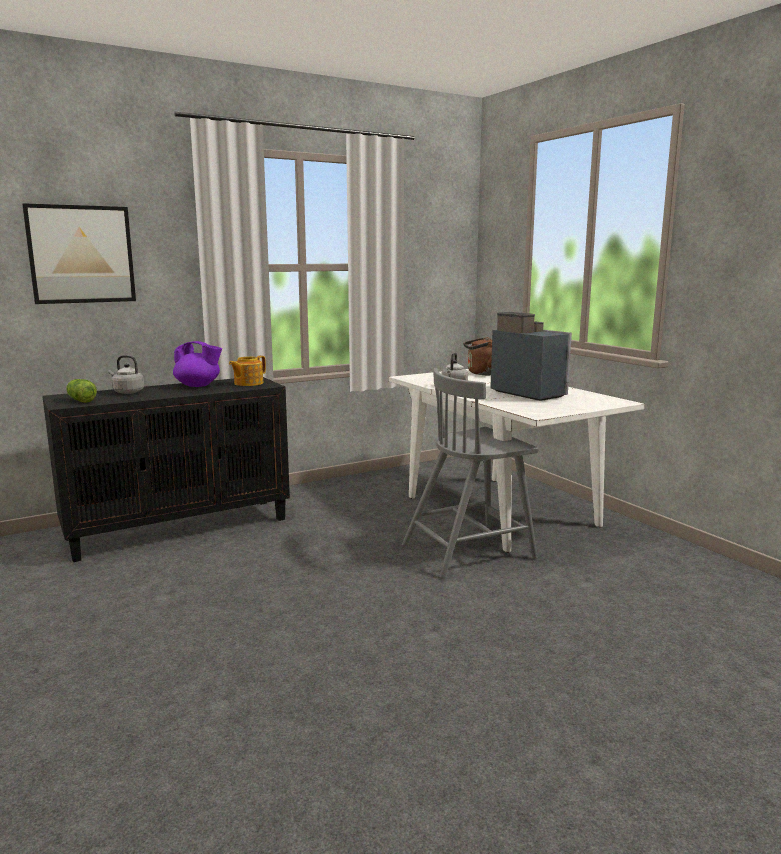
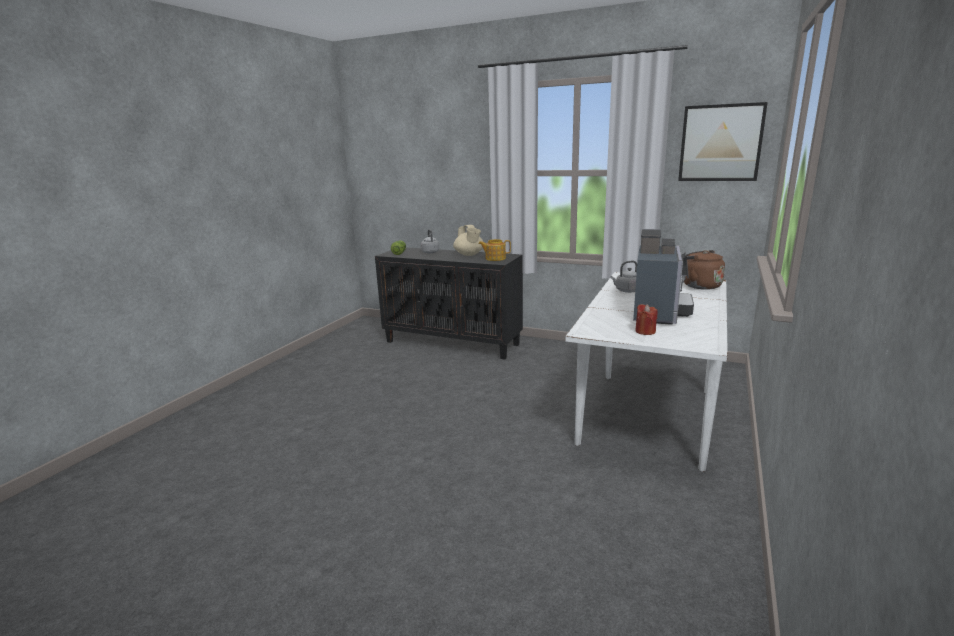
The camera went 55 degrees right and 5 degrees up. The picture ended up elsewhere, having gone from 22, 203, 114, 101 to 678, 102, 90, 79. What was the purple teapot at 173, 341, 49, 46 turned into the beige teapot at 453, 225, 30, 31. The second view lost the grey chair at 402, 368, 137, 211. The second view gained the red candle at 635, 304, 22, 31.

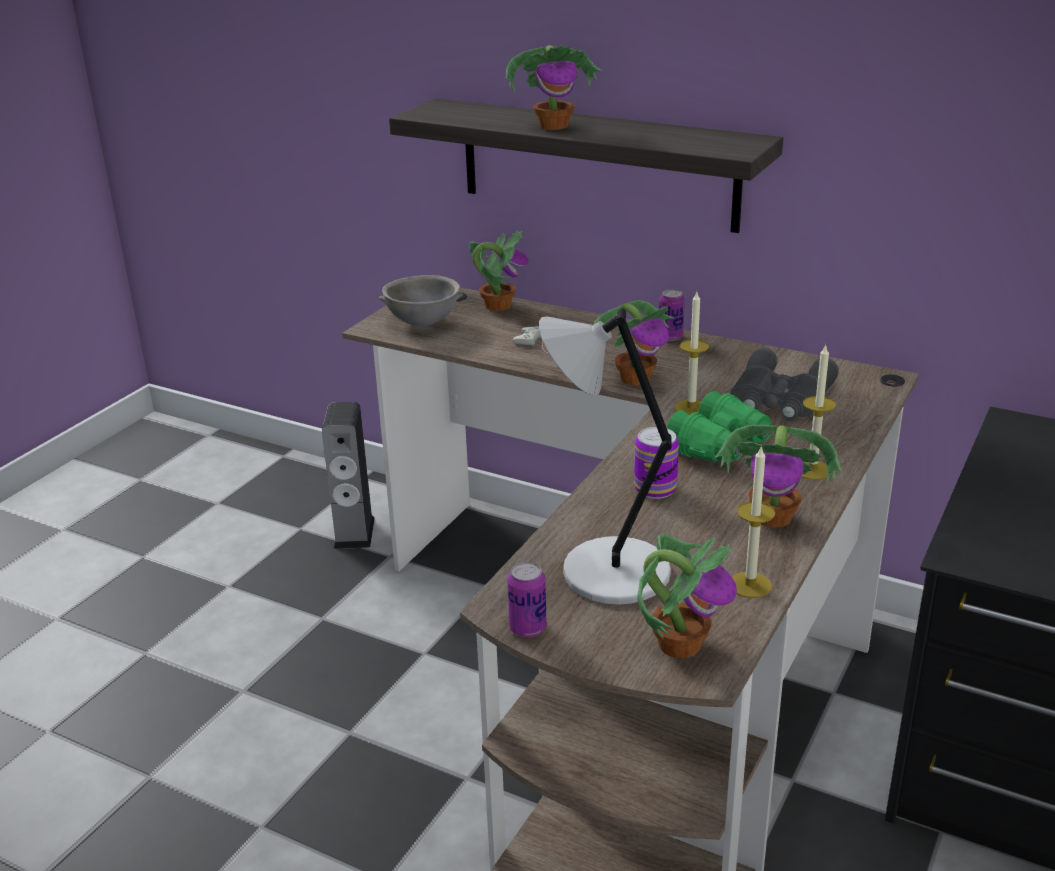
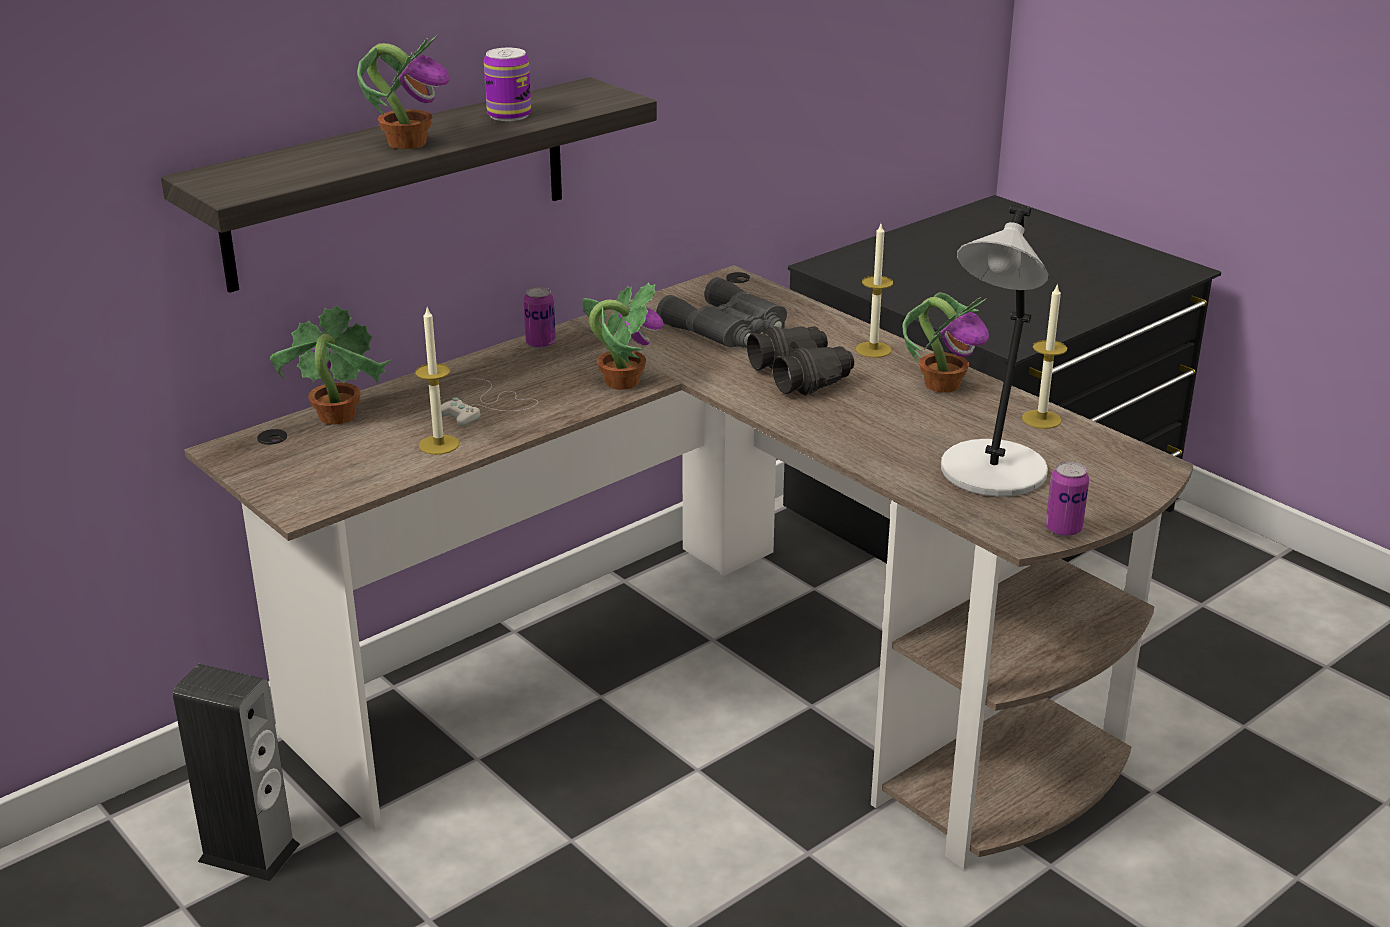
The camera went 70 degrees left and 0 degrees up. The second view lost the grey bowl at 379, 275, 84, 51. The candle ended up elsewhere, having gone from 675, 292, 34, 123 to 415, 308, 44, 147. What was the green binoculars at 667, 391, 106, 72 turned into the black binoculars at 747, 326, 107, 70. The can ended up elsewhere, having gone from 634, 427, 45, 72 to 484, 48, 47, 73. The second view lost the potted plant at 637, 534, 100, 124.

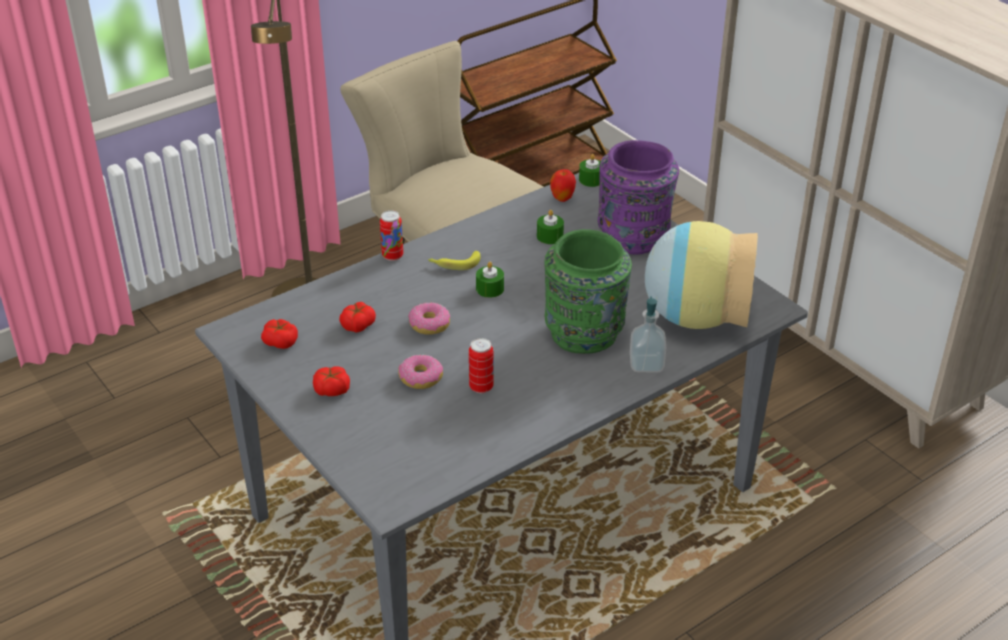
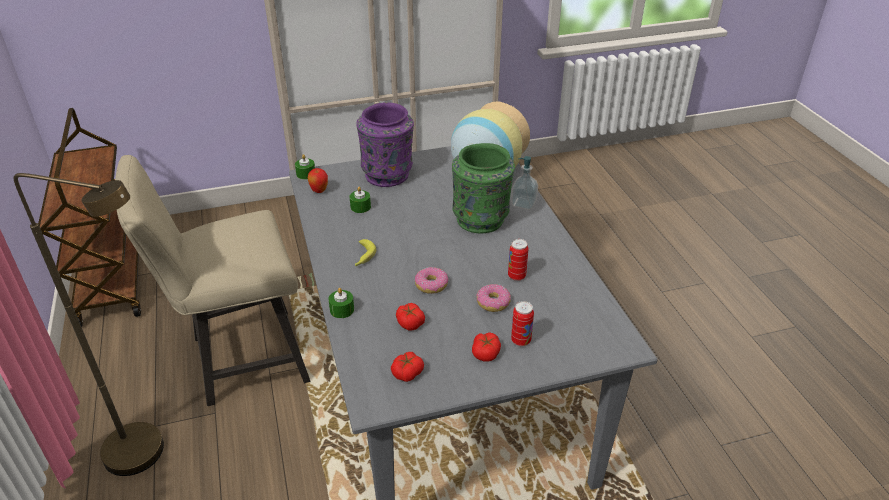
The camera went 70 degrees left and 0 degrees up. The can ended up elsewhere, having gone from 380, 210, 23, 51 to 511, 301, 23, 45. The green candle ended up elsewhere, having gone from 476, 262, 28, 36 to 329, 288, 25, 30.

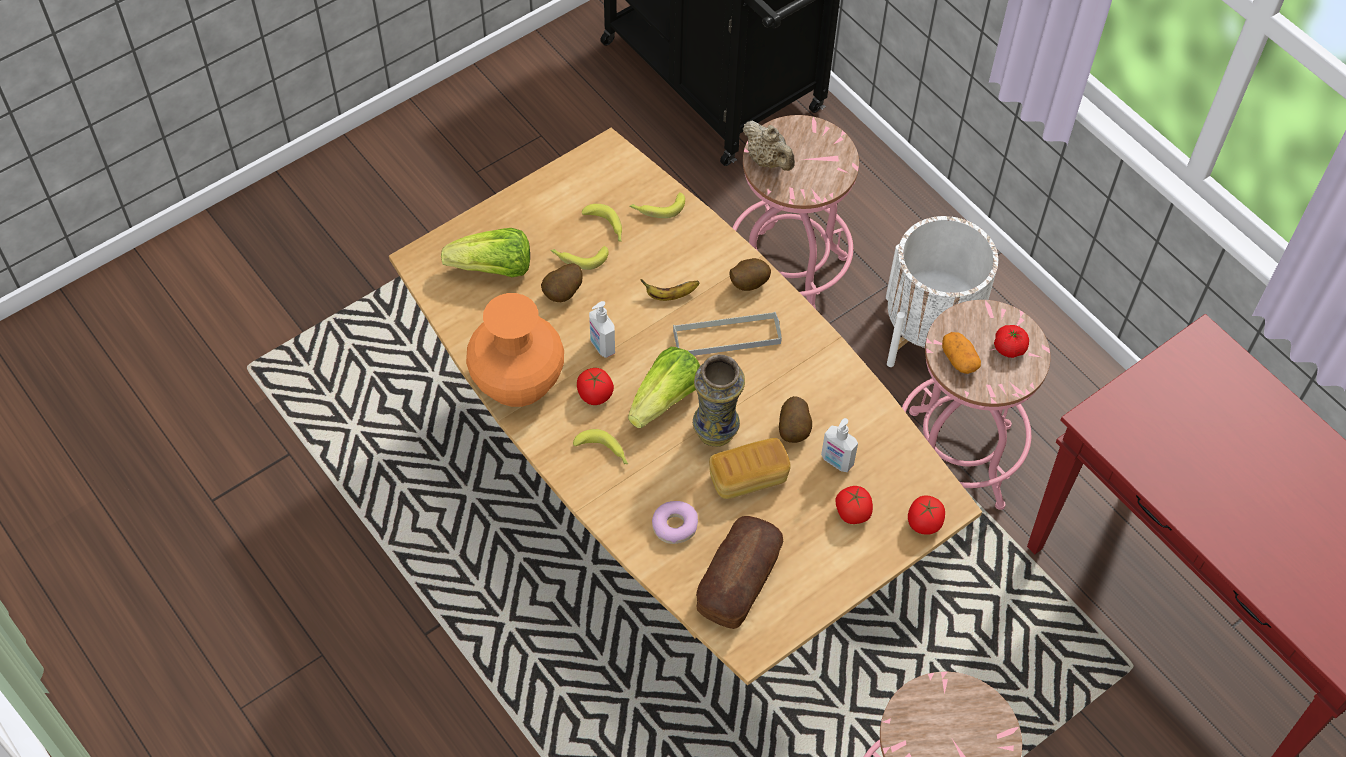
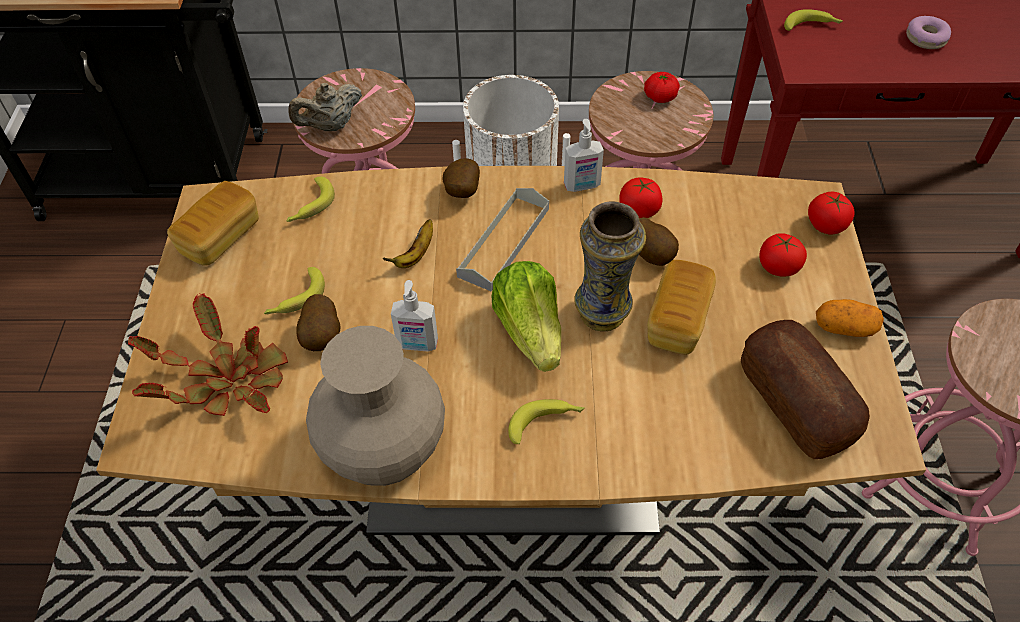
The camera went 50 degrees left and 5 degrees down. The beige teapot at 743, 120, 52, 51 ended up facing another way, 150 degrees clockwise from before. The banana ended up elsewhere, having gone from 582, 204, 40, 38 to 784, 9, 59, 22. Where the lettuce stood at 441, 228, 89, 49, the potted plant came to stand at 128, 293, 160, 123. What was the orange vase at 466, 293, 98, 114 turned into the beige vase at 306, 326, 139, 160. The potato ended up elsewhere, having gone from 942, 332, 39, 42 to 816, 299, 68, 38. The tomato ended up elsewhere, having gone from 577, 368, 37, 37 to 619, 178, 44, 40. The soap dispenser ended up elsewhere, having gone from 821, 418, 37, 54 to 564, 119, 40, 73. The donut ended up elsewhere, having gone from 652, 501, 46, 43 to 906, 16, 45, 33. The second view gained the bread at 167, 181, 92, 85.

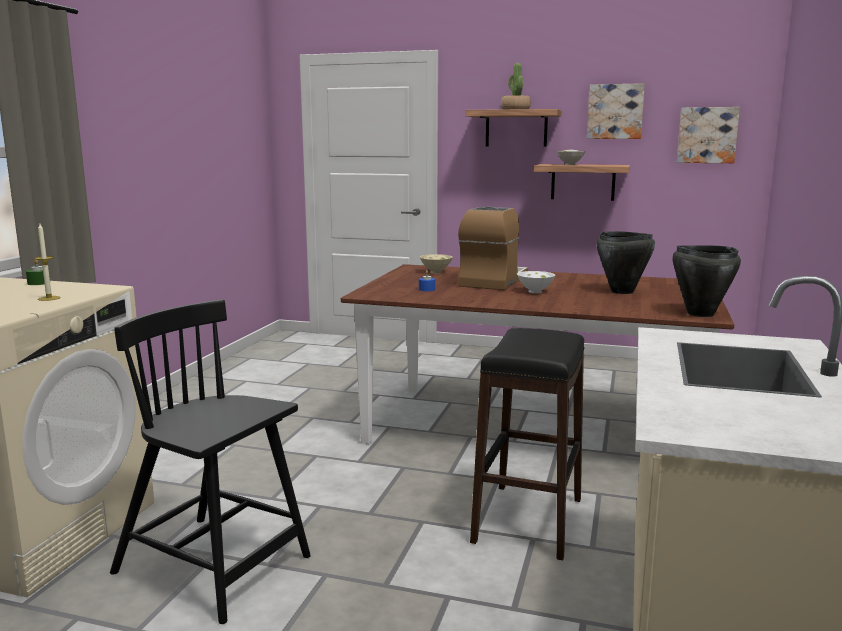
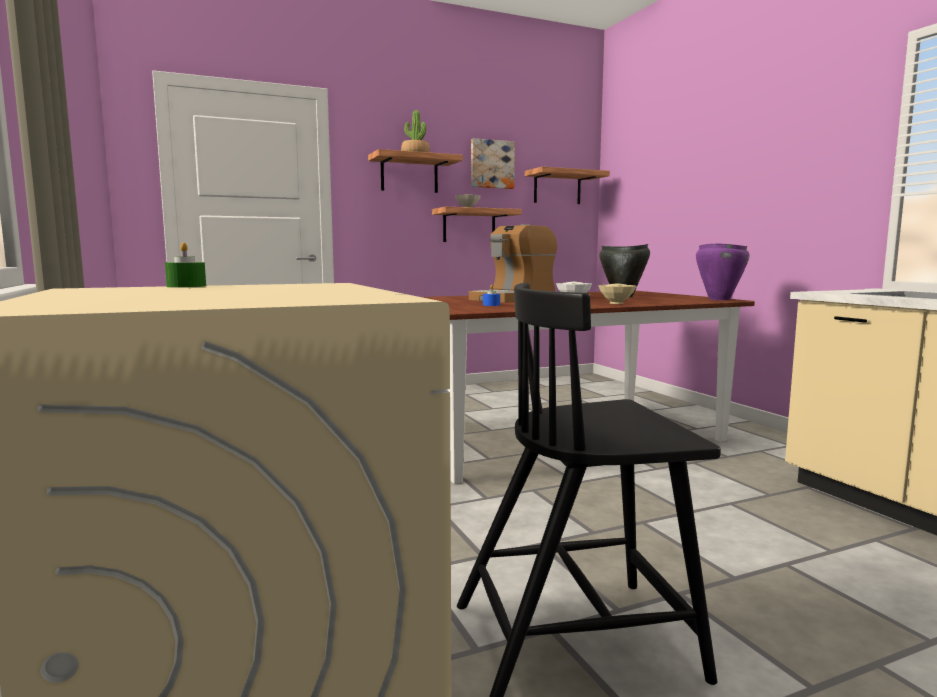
The camera went 40 degrees left and 5 degrees down. Where the picture hung at 677, 107, 63, 56, the shelf came to hang at 524, 167, 86, 37. The coffee machine at 458, 207, 70, 83 ended up facing another way, 120 degrees counterclockwise from before. The second view lost the candle at 34, 224, 27, 77. What was the black cooking pot at 673, 245, 68, 72 turned into the purple cooking pot at 696, 243, 54, 57. The beige bowl ended up elsewhere, having gone from 420, 254, 33, 19 to 598, 283, 39, 21. The second view lost the black stool at 470, 328, 114, 232.

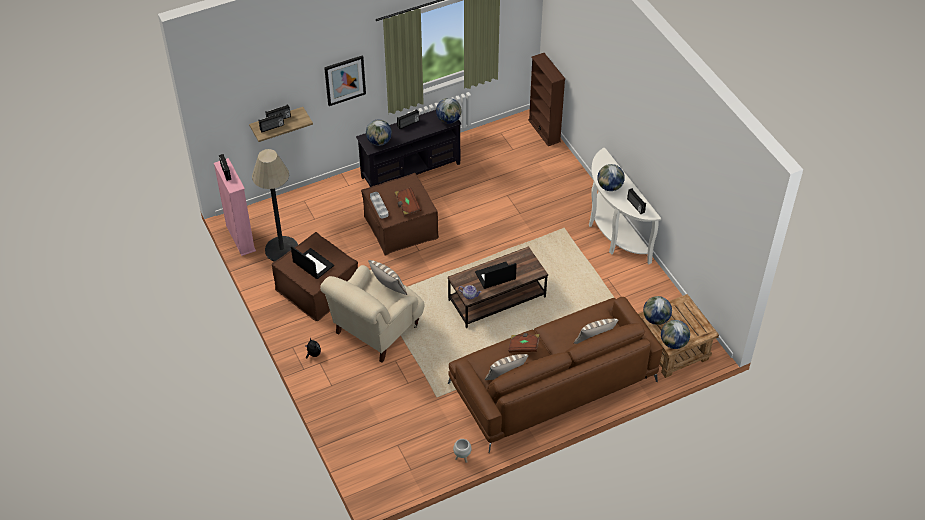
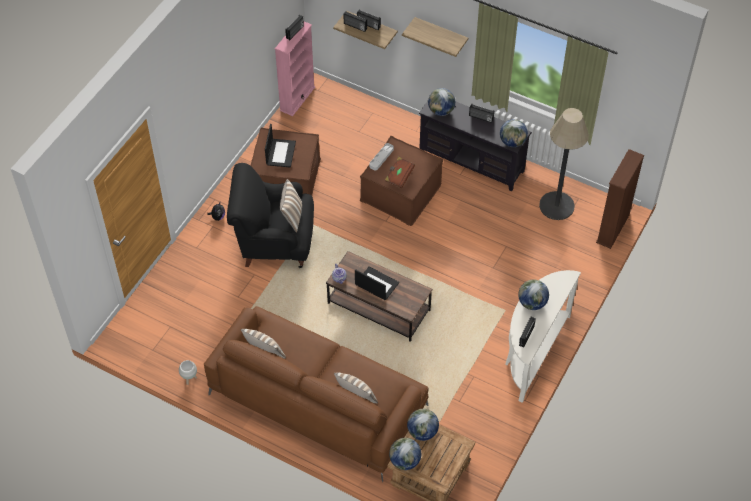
The camera went 55 degrees right and 5 degrees up. Where the picture hung at 324, 55, 42, 51, the shelf came to hang at 402, 17, 66, 40. The floor lamp ended up elsewhere, having gone from 252, 149, 46, 113 to 539, 108, 50, 112. What was the beige armchair at 320, 265, 104, 98 turned into the black armchair at 227, 163, 87, 105. The second view lost the brown book at 508, 333, 32, 19.

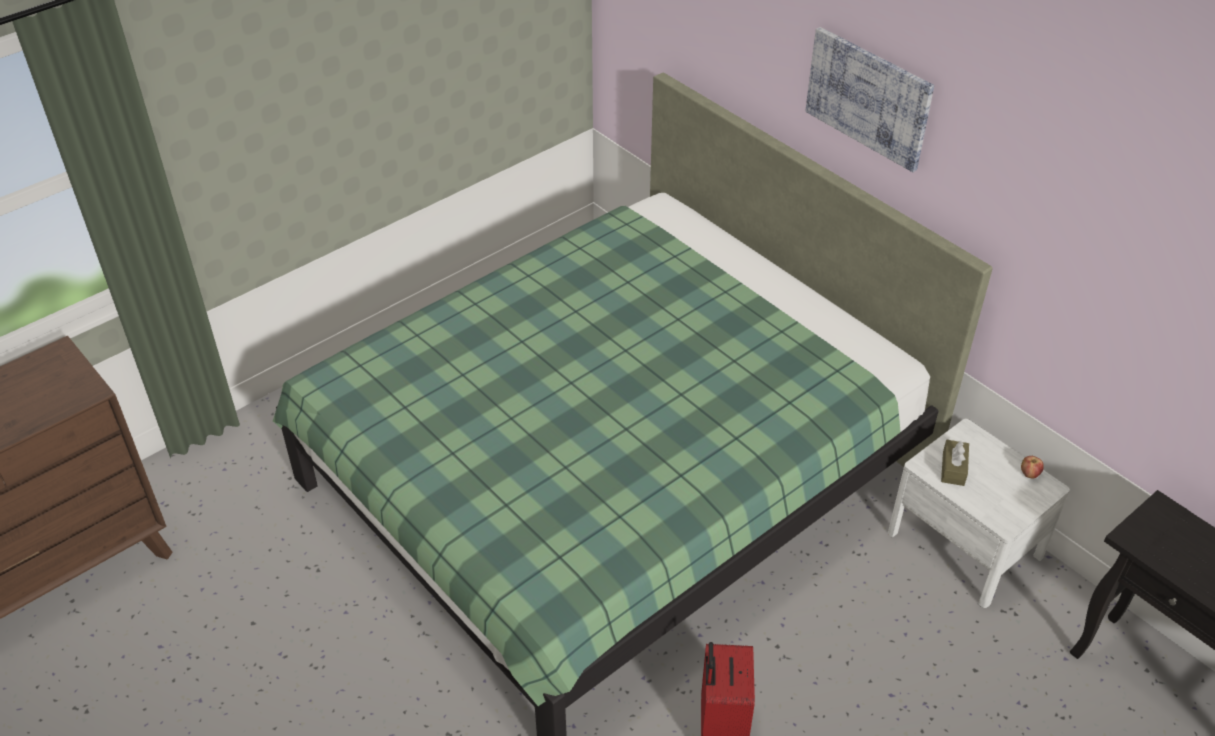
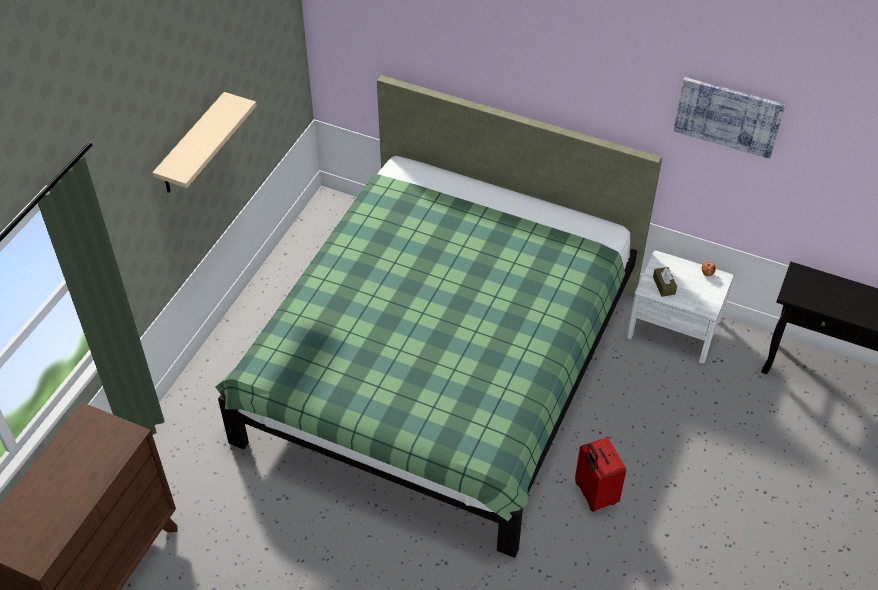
The camera went 25 degrees left and 5 degrees up. The picture ended up elsewhere, having gone from 805, 27, 129, 145 to 674, 77, 111, 82. The second view gained the beige shelf at 152, 92, 105, 101.

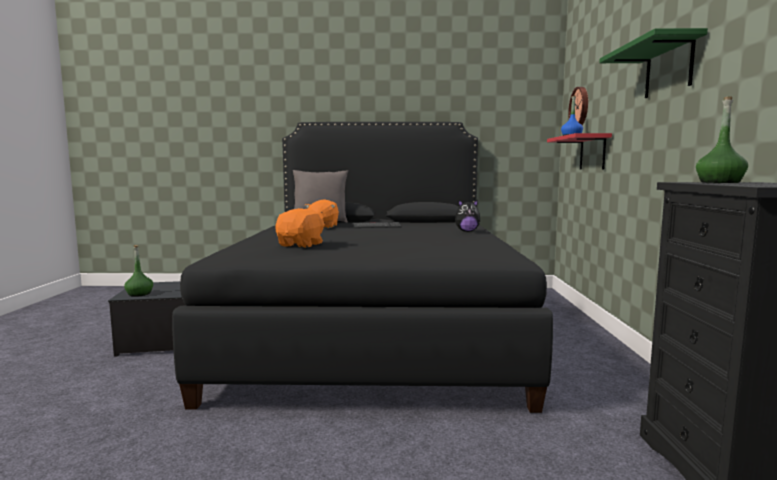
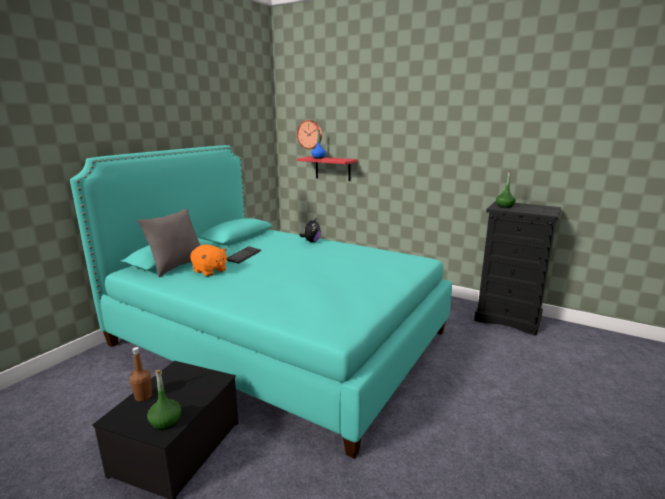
The camera went 60 degrees left and 10 degrees up. The second view lost the green shelf at 599, 28, 109, 70. What was the black bed at 172, 122, 381, 291 turned into the turquoise bed at 70, 145, 382, 314. The second view lost the orange plush toy at 275, 208, 51, 40. The second view gained the brown bottle at 130, 347, 22, 55.

